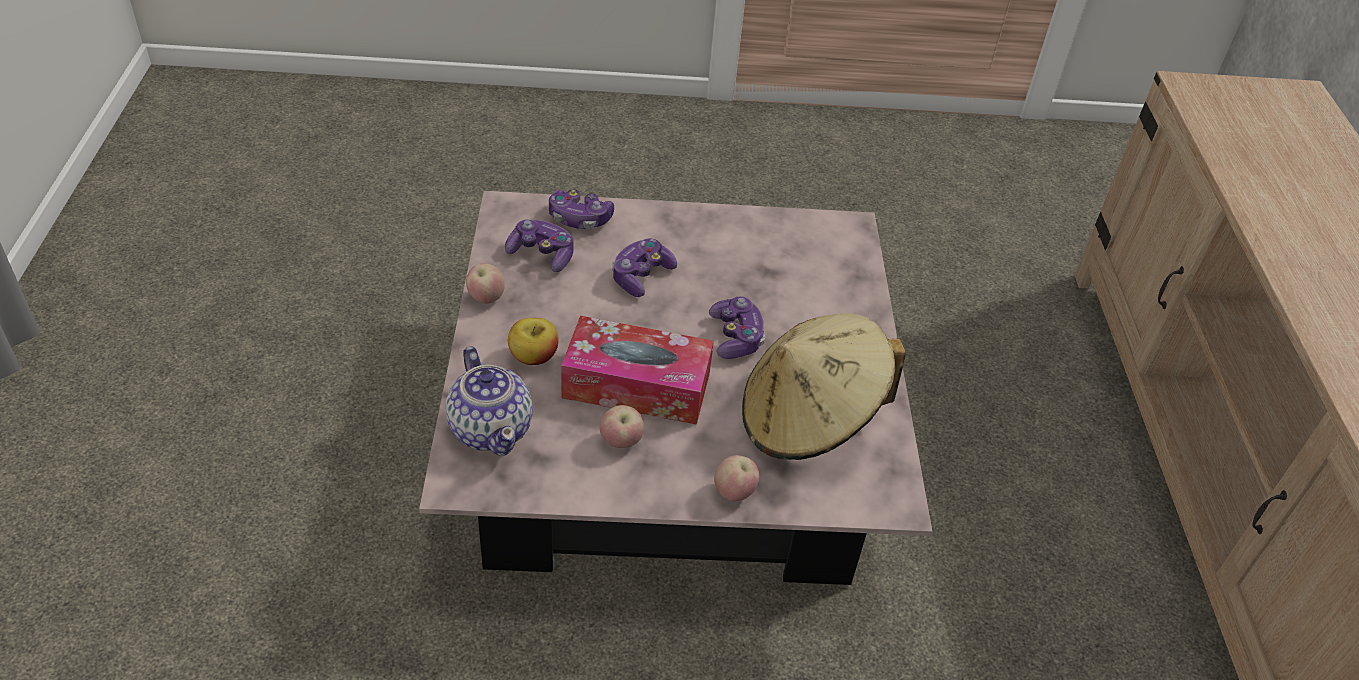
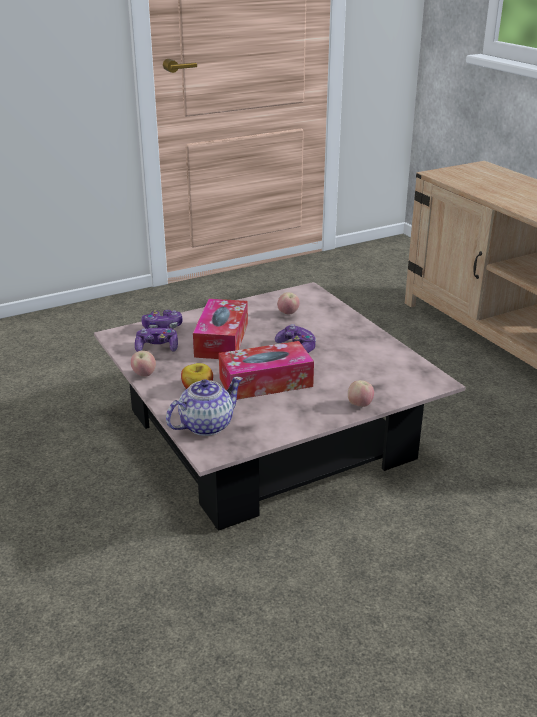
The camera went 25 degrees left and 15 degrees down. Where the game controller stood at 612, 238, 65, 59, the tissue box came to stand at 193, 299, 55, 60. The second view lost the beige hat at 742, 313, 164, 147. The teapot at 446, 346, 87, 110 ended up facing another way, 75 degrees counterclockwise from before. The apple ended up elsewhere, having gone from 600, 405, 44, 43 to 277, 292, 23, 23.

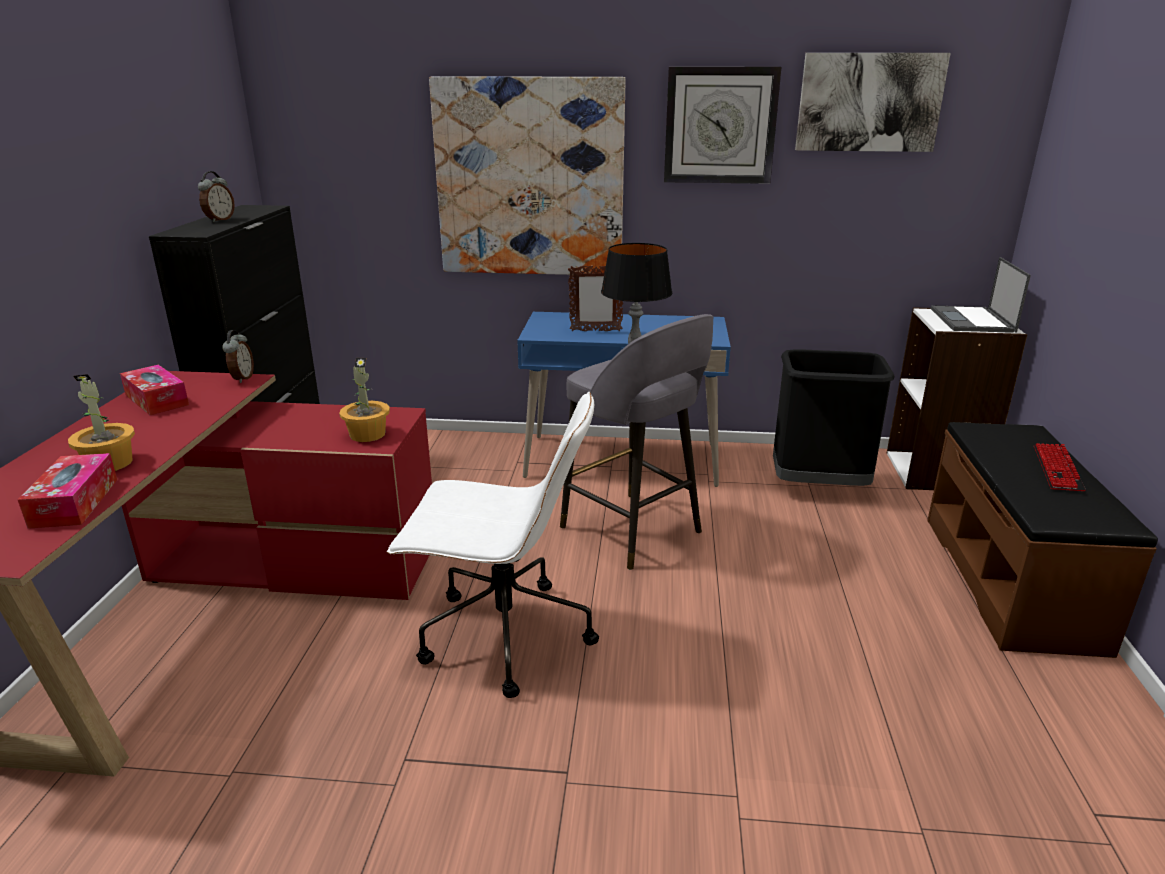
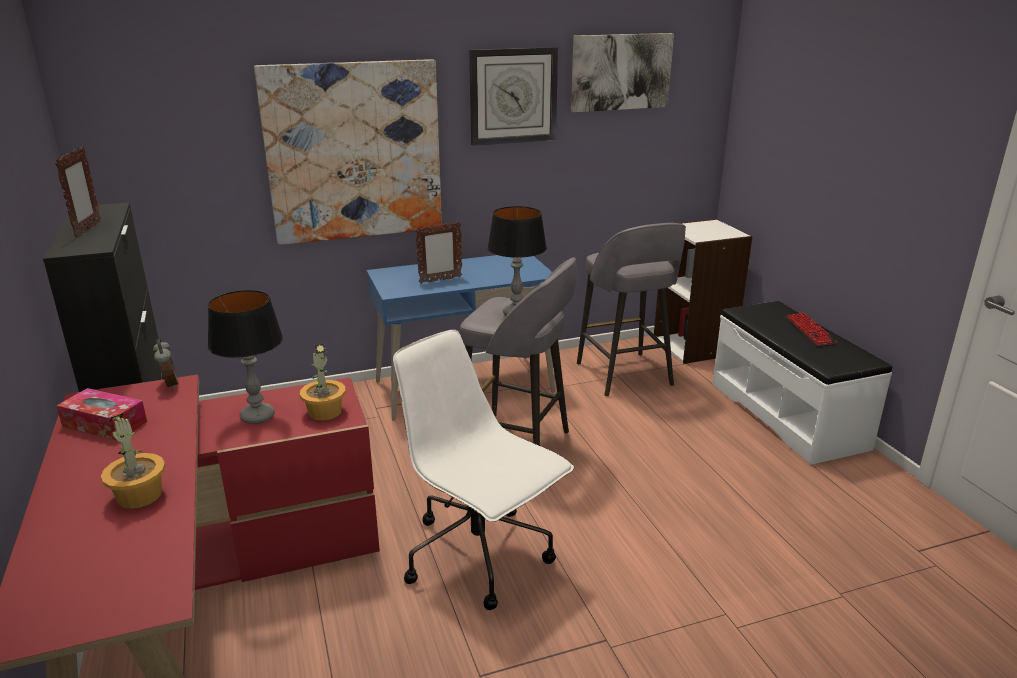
The camera went 25 degrees left and 0 degrees up. Where the alarm clock stood at 198, 171, 37, 51, the picture frame came to stand at 55, 146, 46, 91. The second view lost the laptop at 931, 257, 100, 76. Where the black trash can stood at 773, 349, 122, 137, the grey stool came to stand at 577, 223, 109, 173. The white office chair at 387, 392, 212, 306 ended up facing another way, 120 degrees counterclockwise from before. What was the brown bench at 927, 422, 231, 236 turned into the white bench at 712, 301, 180, 164. The second view lost the tissue box at 18, 453, 99, 76. The second view gained the table lamp at 208, 290, 75, 134.

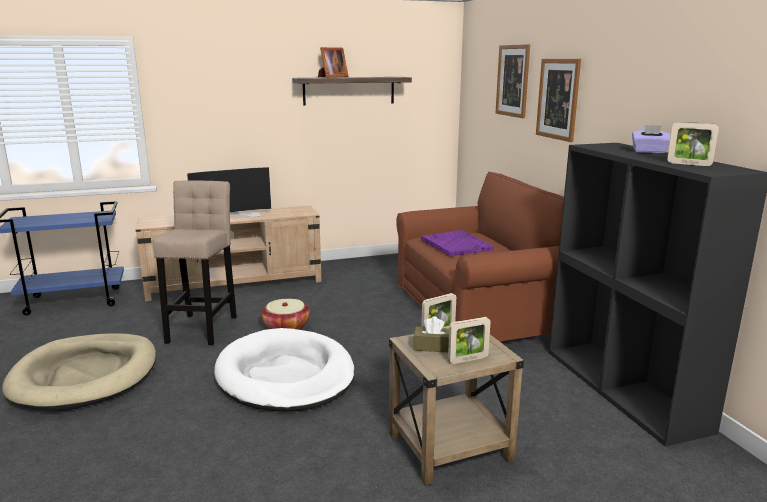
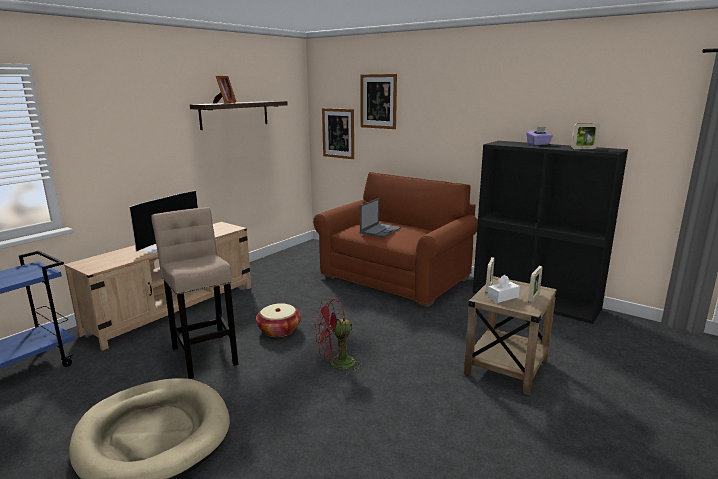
The camera went 35 degrees left and 0 degrees up. The picture ended up elsewhere, having gone from 536, 59, 45, 83 to 322, 108, 32, 51. Where the purple tray stood at 421, 230, 73, 26, the laptop came to stand at 360, 198, 41, 39. What was the brown tissue box at 413, 316, 36, 36 turned into the white tissue box at 488, 275, 32, 28. Where the white dog bed stood at 214, 328, 141, 84, the red fan came to stand at 314, 299, 51, 76.

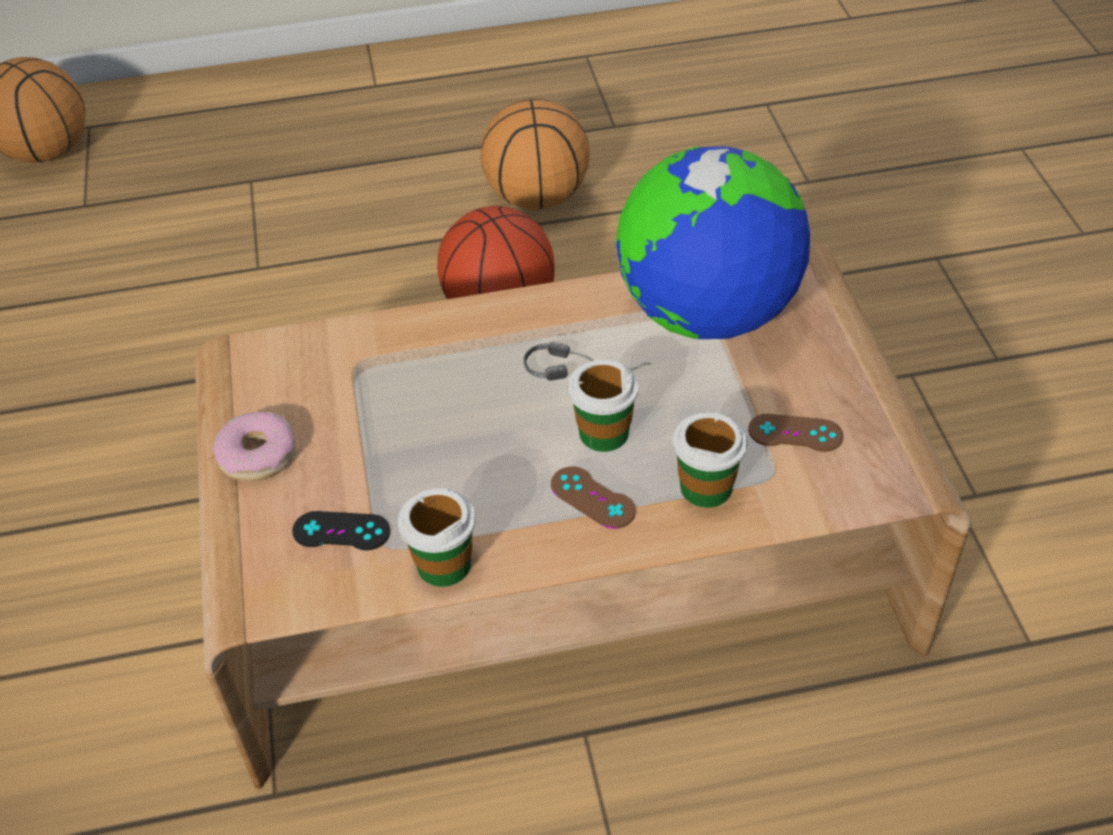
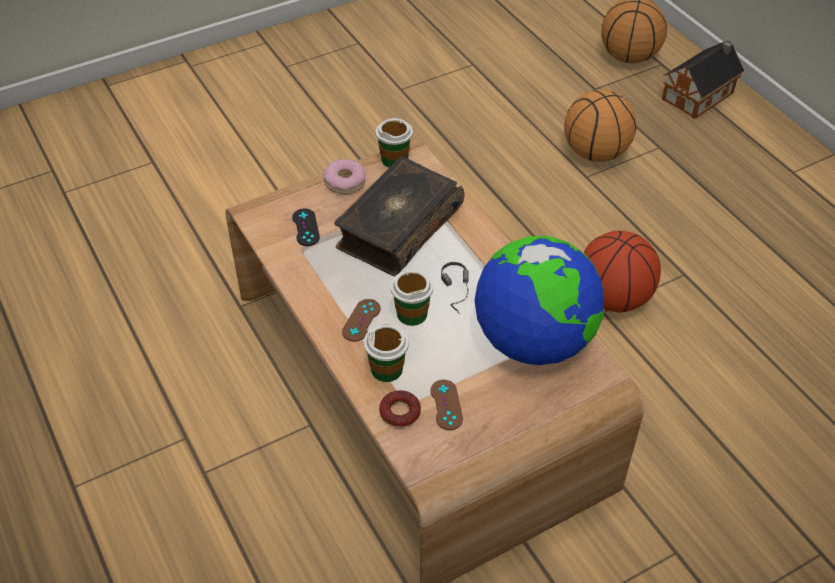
The camera went 70 degrees right and 0 degrees up. The basketball ended up elsewhere, having gone from 480, 98, 110, 112 to 564, 89, 73, 73. The cup ended up elsewhere, having gone from 398, 488, 78, 99 to 376, 118, 37, 49. The second view gained the toy house at 662, 40, 82, 79. The second view gained the book at 334, 157, 131, 119. The second view gained the donut at 379, 390, 42, 38.

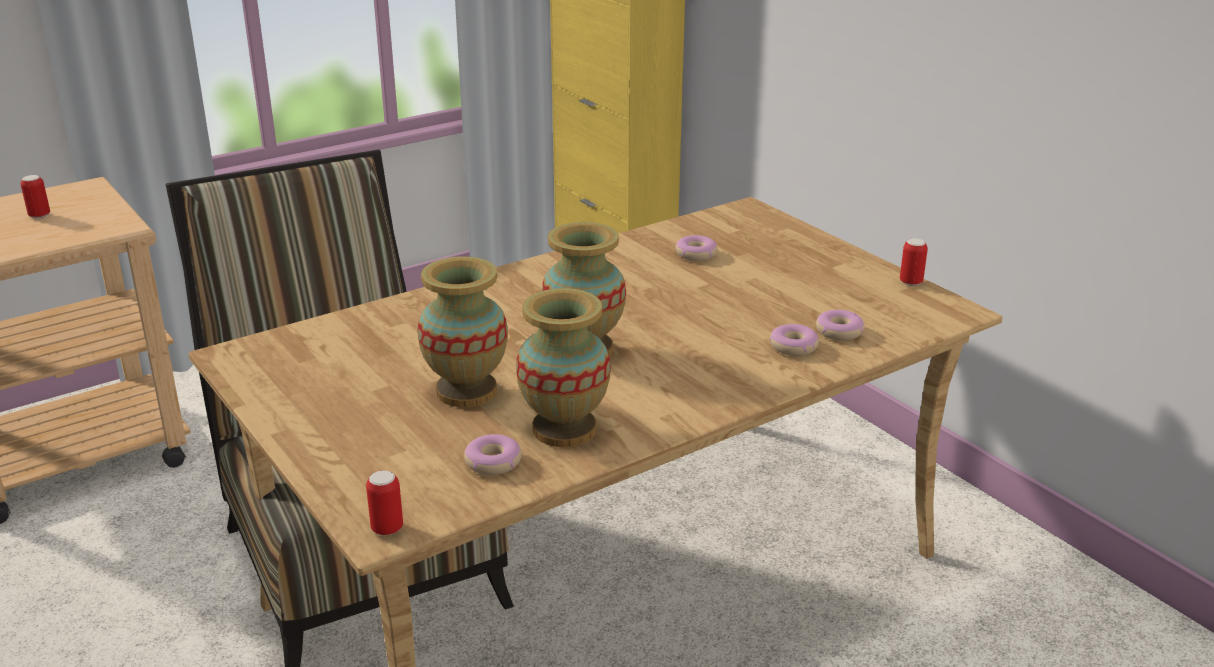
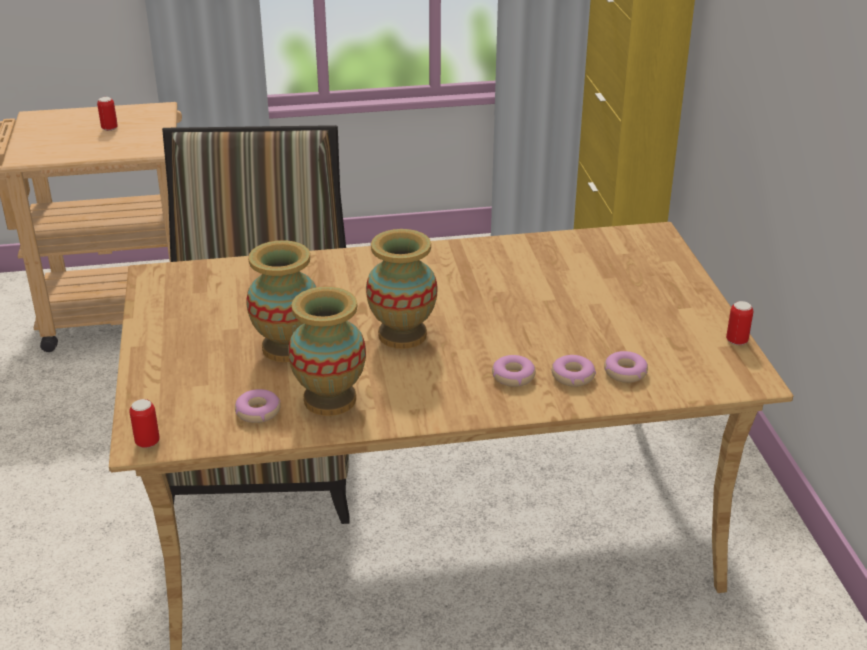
The camera went 25 degrees right and 5 degrees up. The donut ended up elsewhere, having gone from 675, 235, 43, 26 to 492, 355, 44, 32.

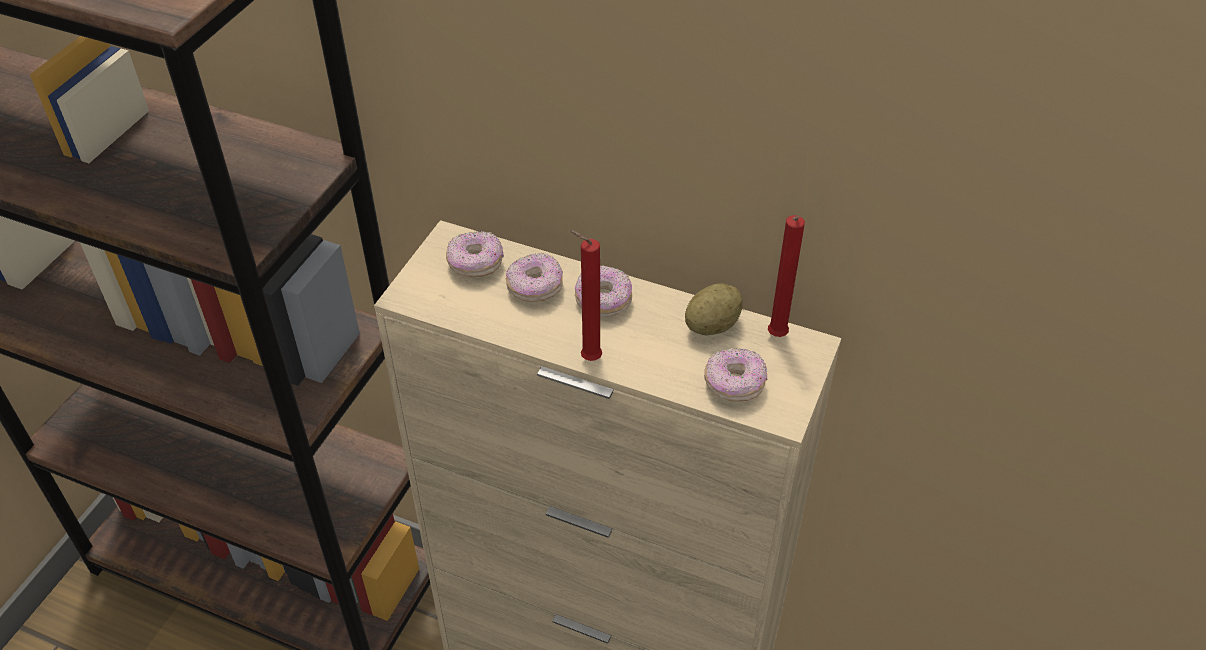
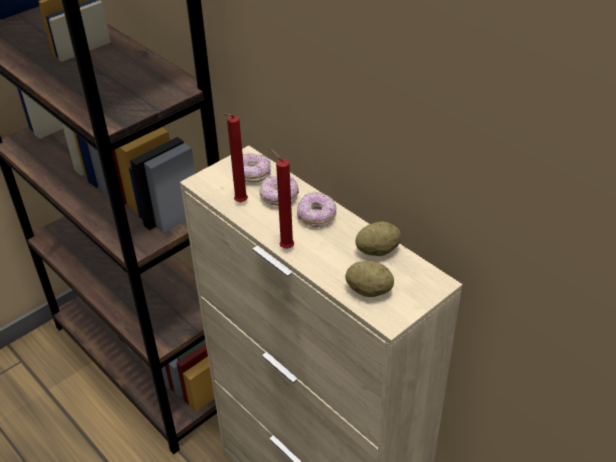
The camera went 25 degrees right and 5 degrees down. The red candle ended up elsewhere, having gone from 768, 215, 37, 122 to 223, 113, 25, 89. Where the donut stood at 704, 348, 64, 53, the potato came to stand at 345, 261, 49, 36.

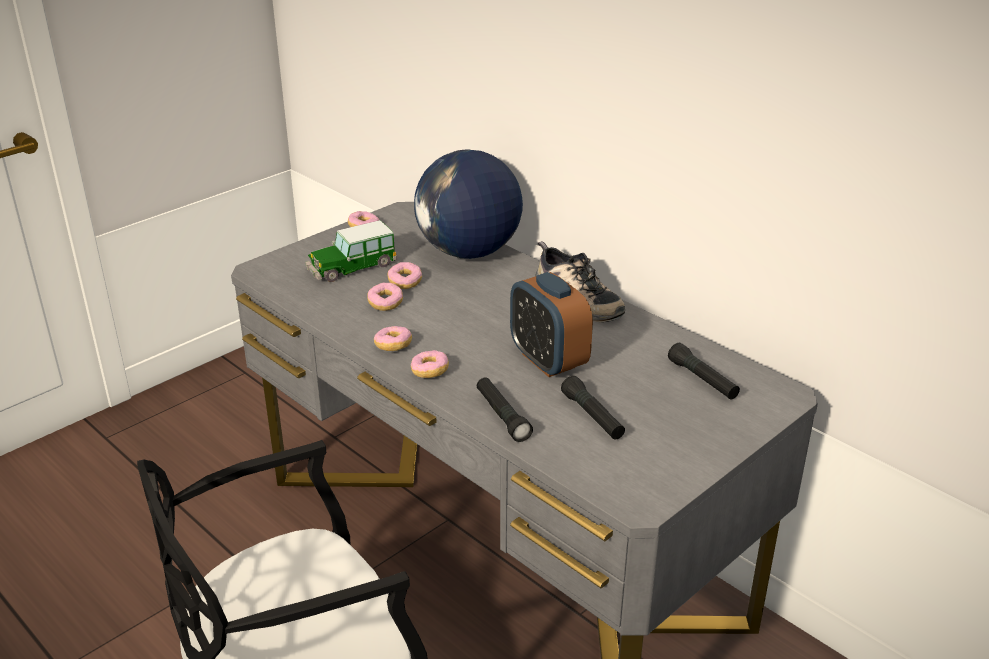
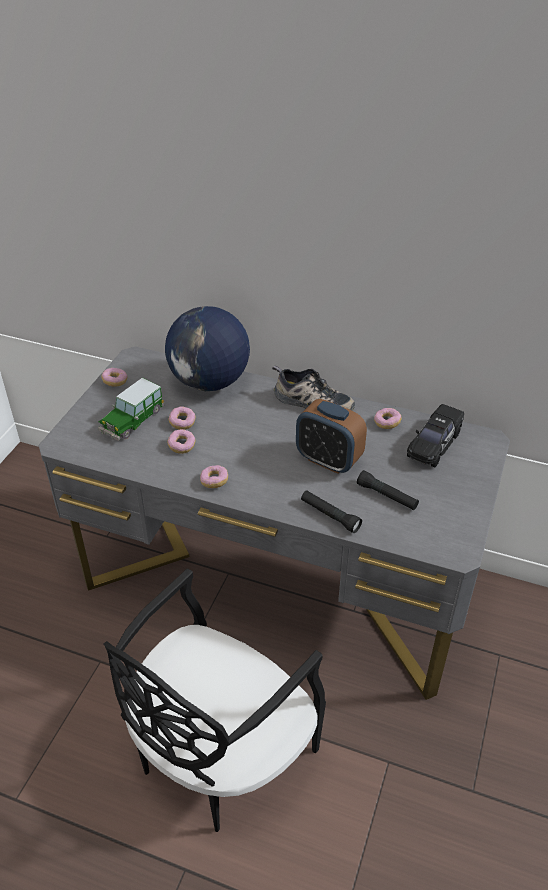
The camera went 25 degrees left and 10 degrees up. Where the black flashlight stood at 668, 343, 72, 56, the black toy car came to stand at 407, 404, 57, 63. The donut ended up elsewhere, having gone from 411, 350, 38, 28 to 374, 408, 28, 21.

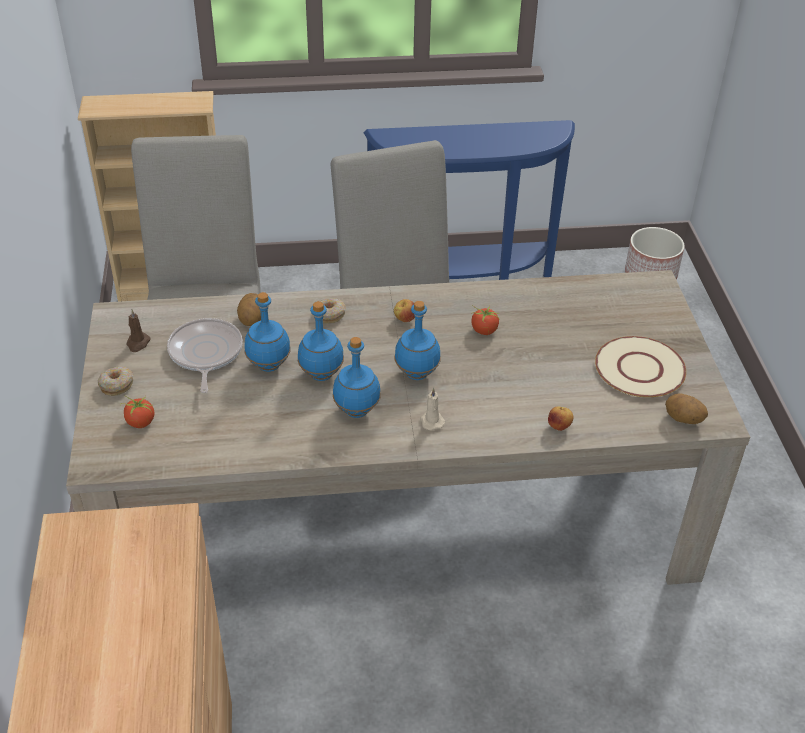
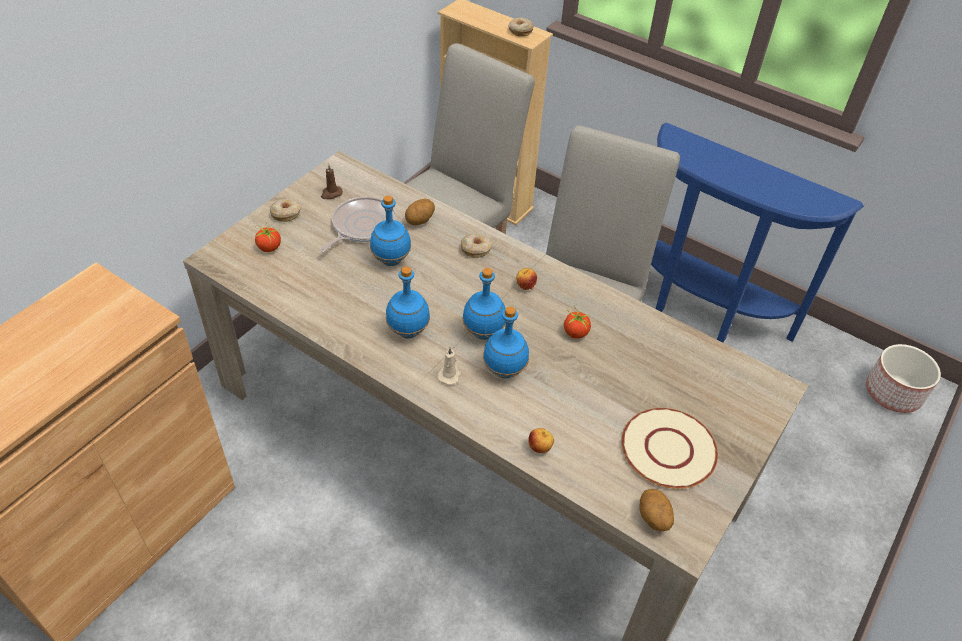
The camera went 40 degrees right and 5 degrees up. The blue bottle ended up elsewhere, having gone from 298, 301, 46, 80 to 483, 306, 46, 72. The second view gained the donut at 508, 18, 26, 19.

